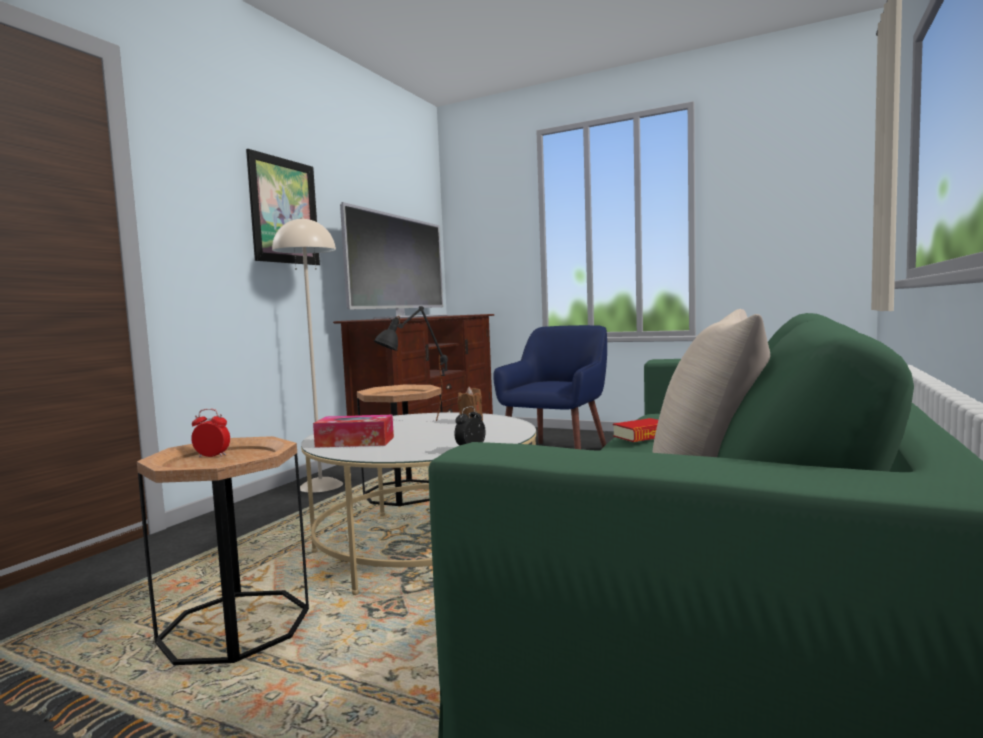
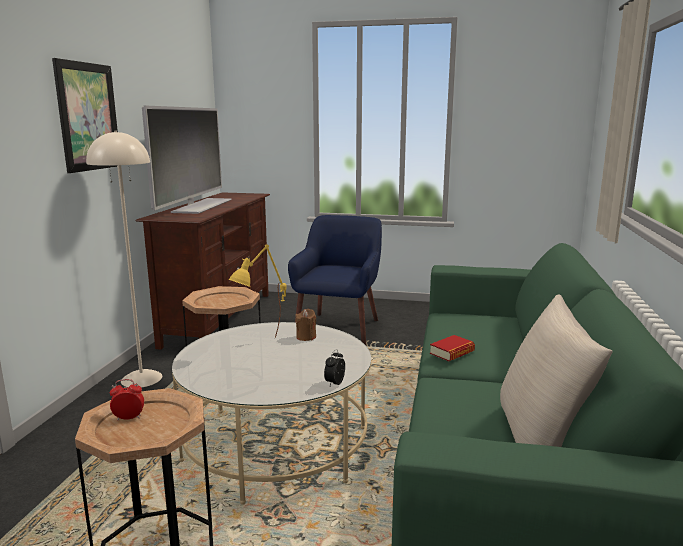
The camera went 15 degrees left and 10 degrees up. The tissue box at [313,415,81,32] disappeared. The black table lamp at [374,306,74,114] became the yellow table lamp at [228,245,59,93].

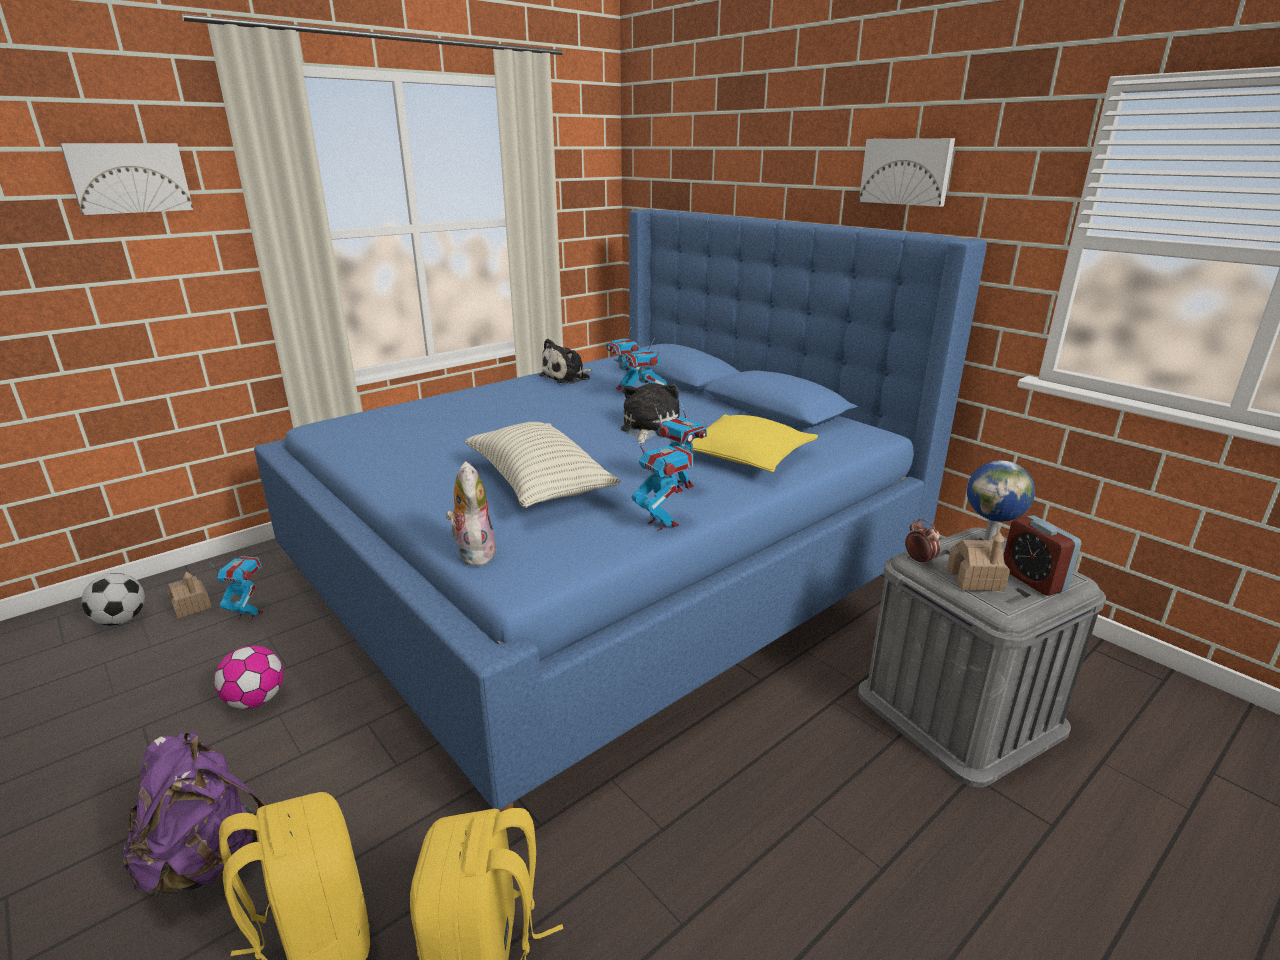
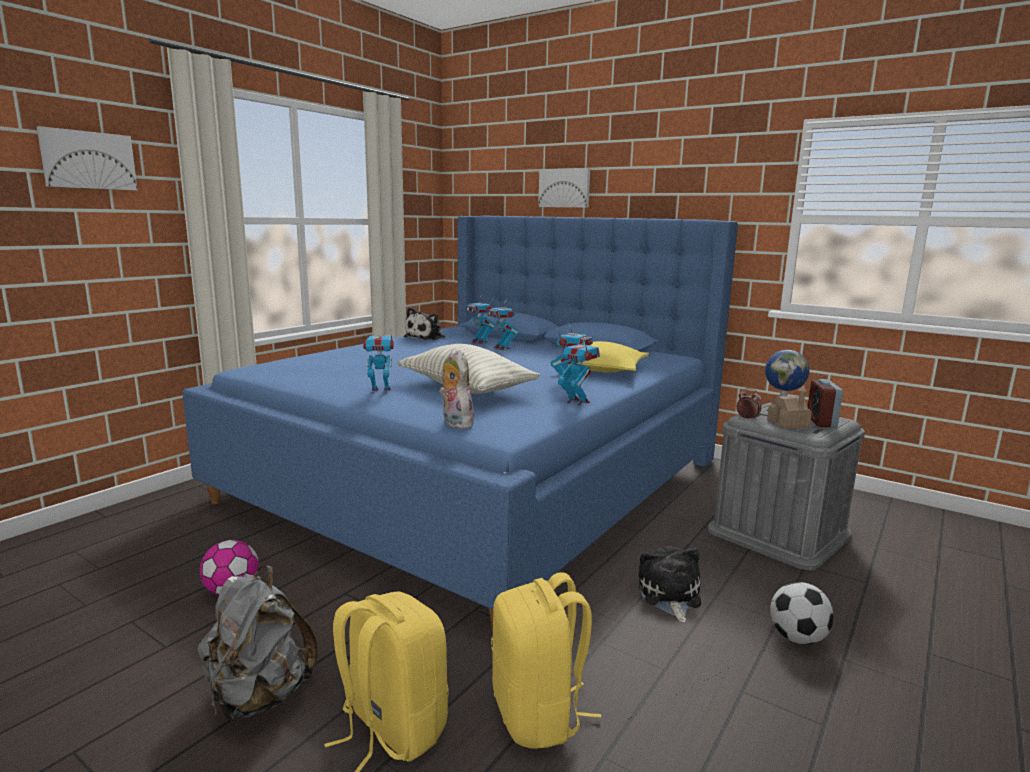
The camera went 15 degrees left and 10 degrees down. The football moved from [82,573,63,52] to [770,582,63,63]. The purple backpack at [123,732,142,165] became the grey backpack at [197,566,121,155]. The toy house at [167,572,45,47] disappeared. The toy robot moved from [209,556,54,65] to [363,331,31,63]. The plush toy moved from [621,383,59,61] to [638,546,63,77]. The picture moved from [859,138,96,69] to [538,168,52,40]. The alarm clock at [1003,515,79,81] turned 45 degrees clockwise.

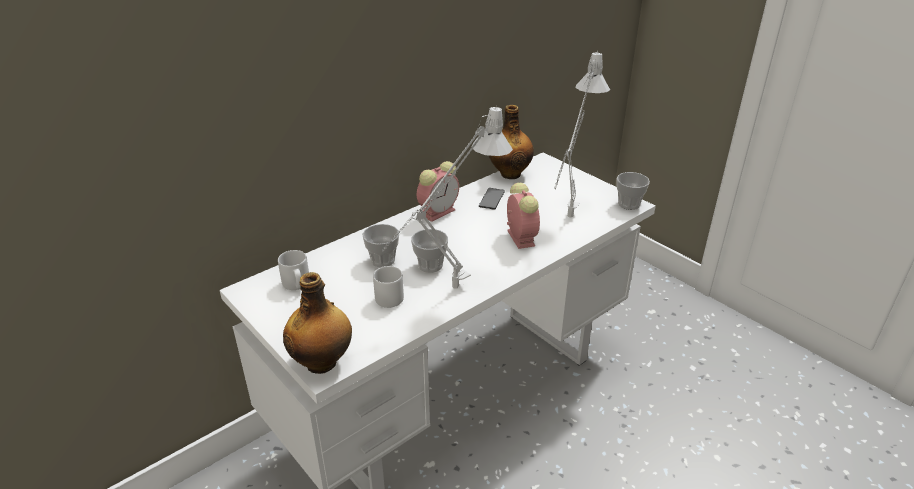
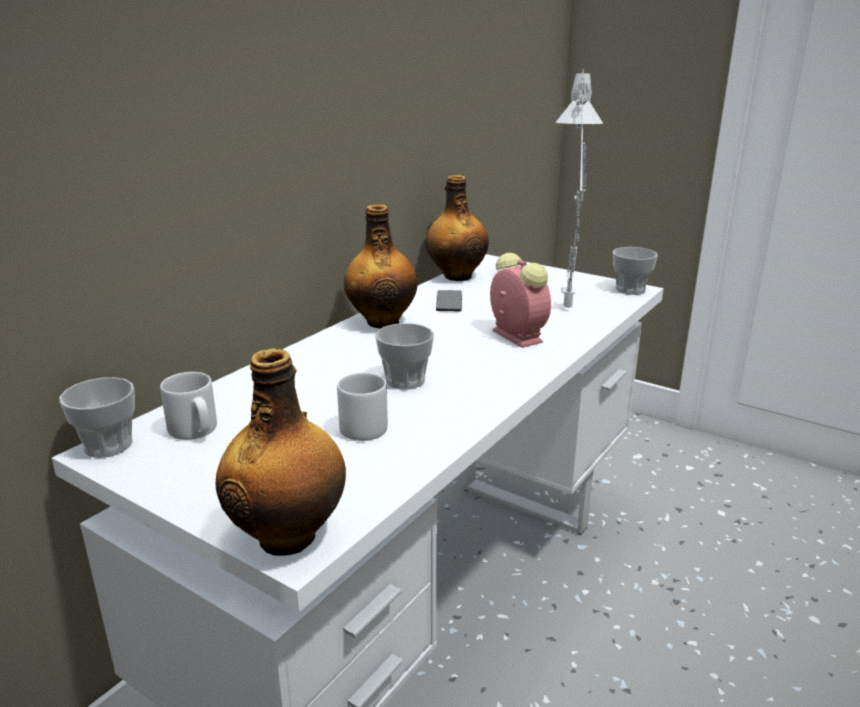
The camera went 15 degrees left and 10 degrees down. The cup moved from [362,224,37,43] to [59,377,76,81]. The grey table lamp at [383,107,130,181] disappeared. The alarm clock at [417,161,42,61] was replaced by the bottle at [344,204,74,124].

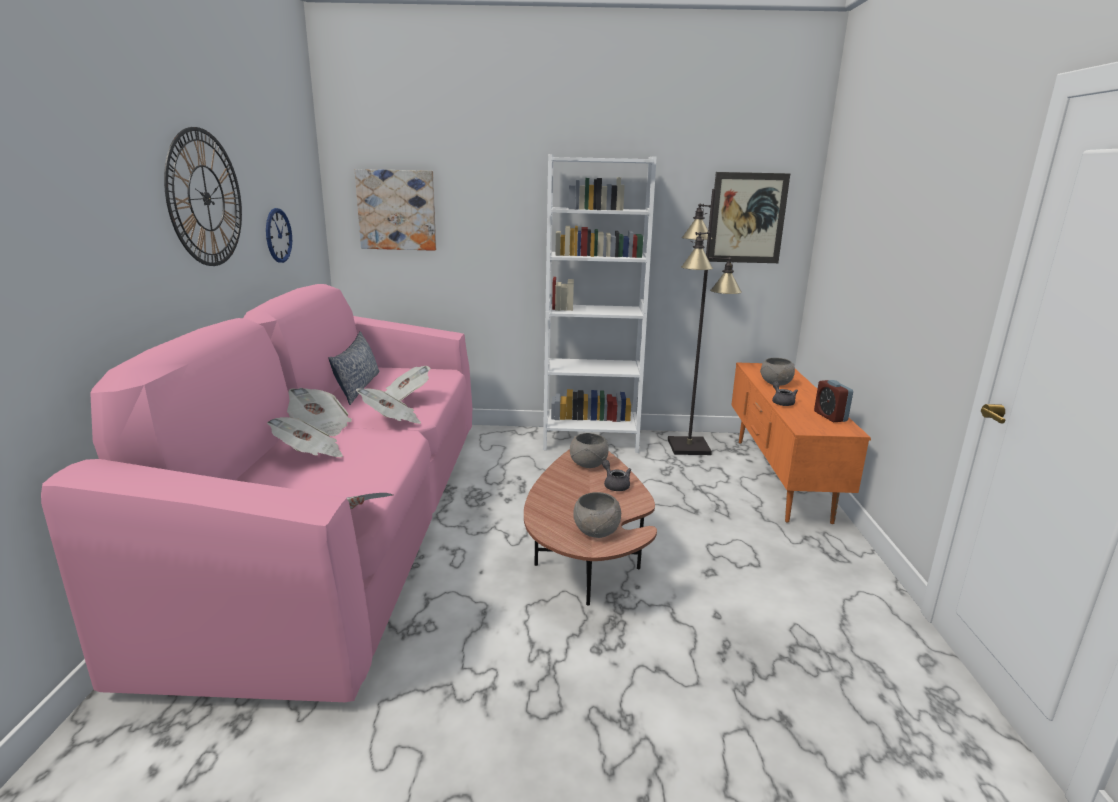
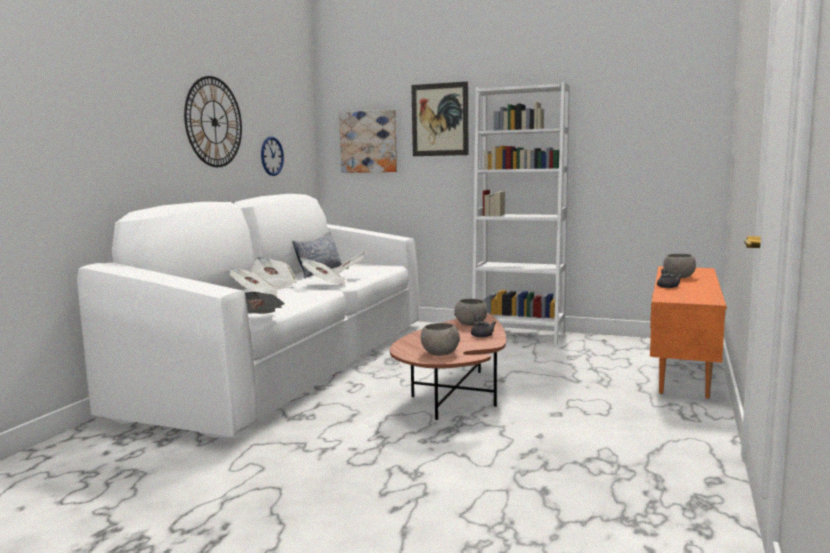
The camera went 20 degrees right and 10 degrees down. The pink sofa at [41,284,431,418] became the white sofa at [77,194,343,244]. The black floor lamp at [668,189,74,266] disappeared. The picture moved from [709,172,81,91] to [411,81,57,75]. The alarm clock at [814,380,39,42] disappeared.

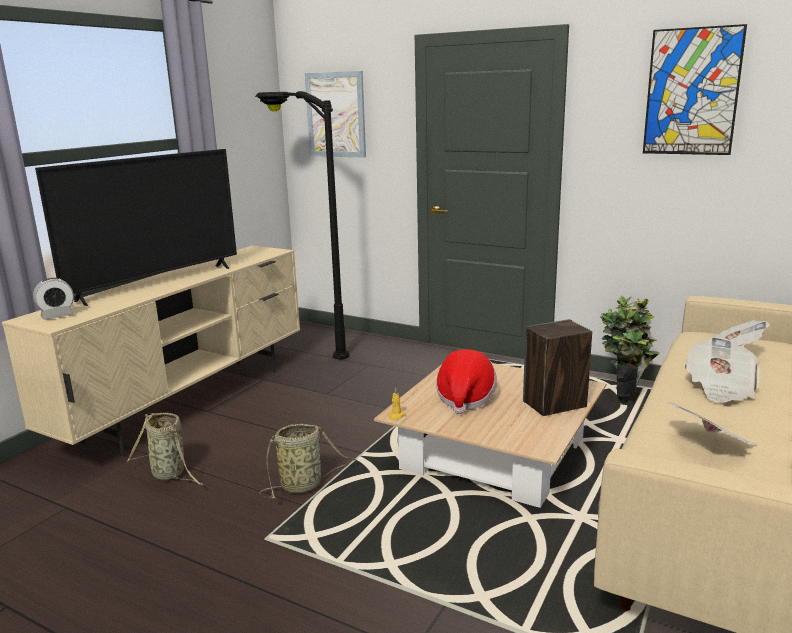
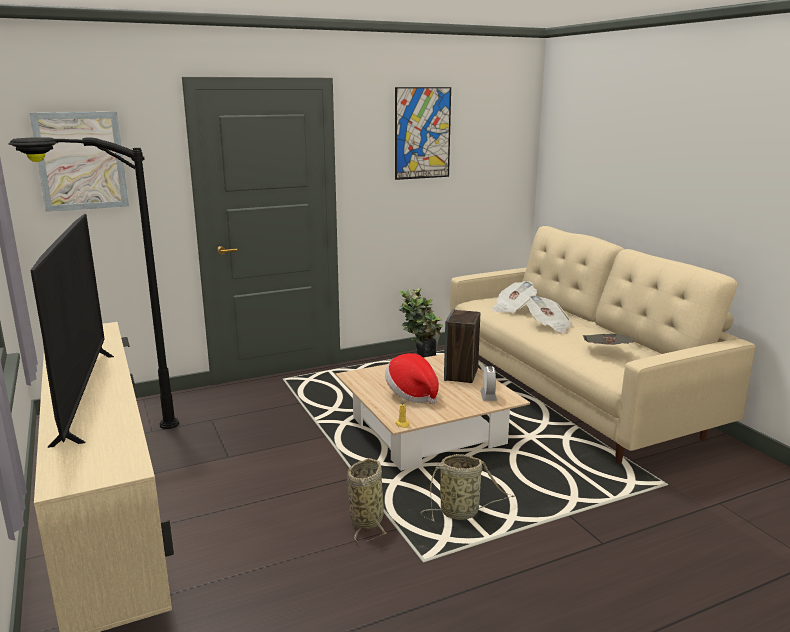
The camera went 55 degrees left and 0 degrees up. The alarm clock moved from [33,278,41,42] to [480,366,17,35]. The basket moved from [127,413,78,72] to [421,454,95,67].

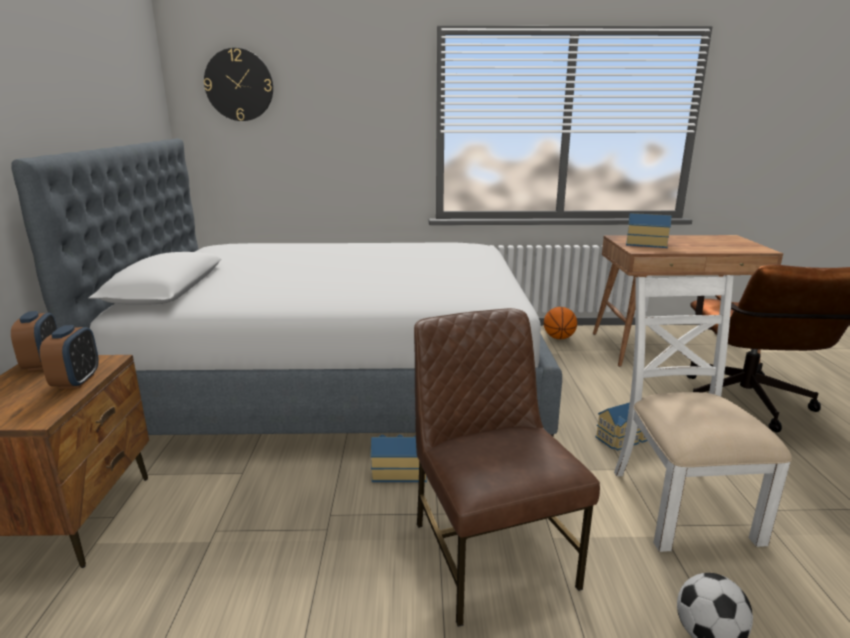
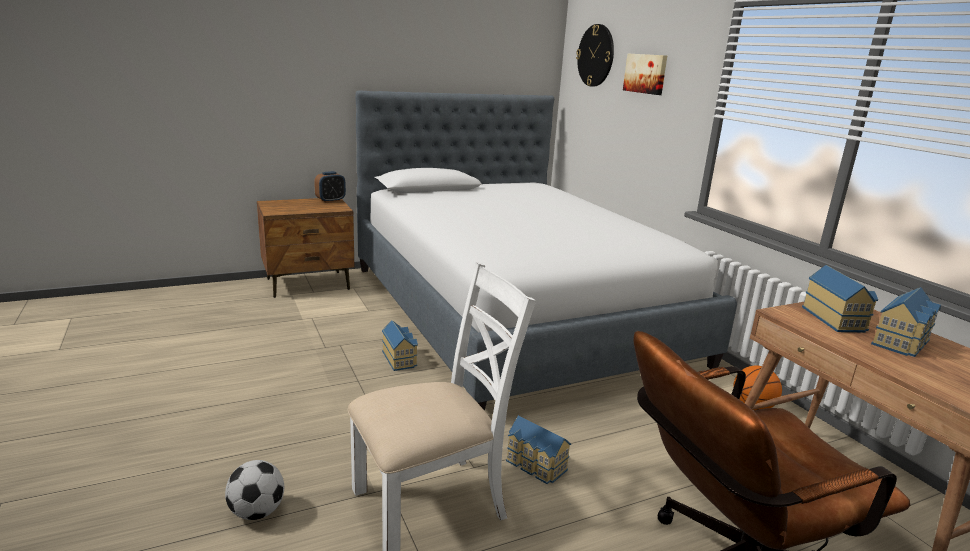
The camera went 65 degrees right and 0 degrees up. The alarm clock at [40,325,59,64] disappeared. The brown chair at [414,308,186,319] disappeared. The picture at [623,53,44,42] appeared. The toy house at [871,287,70,70] appeared.

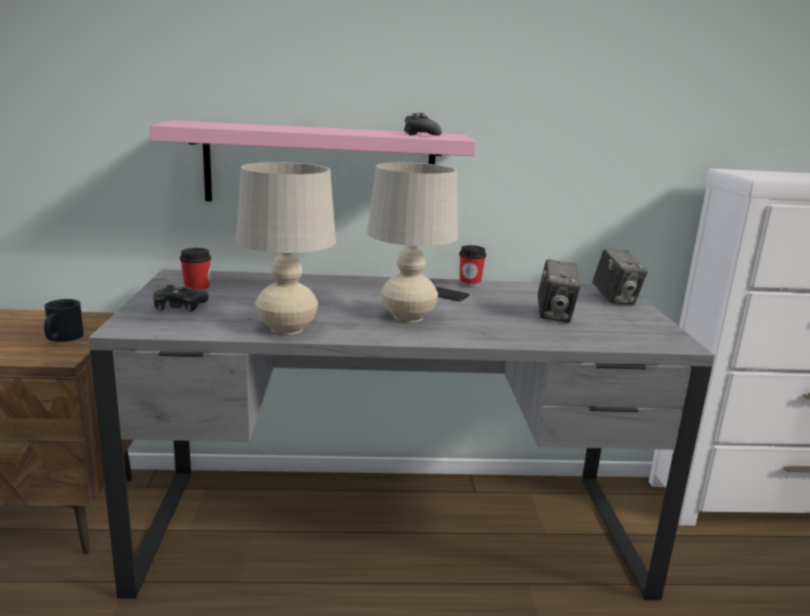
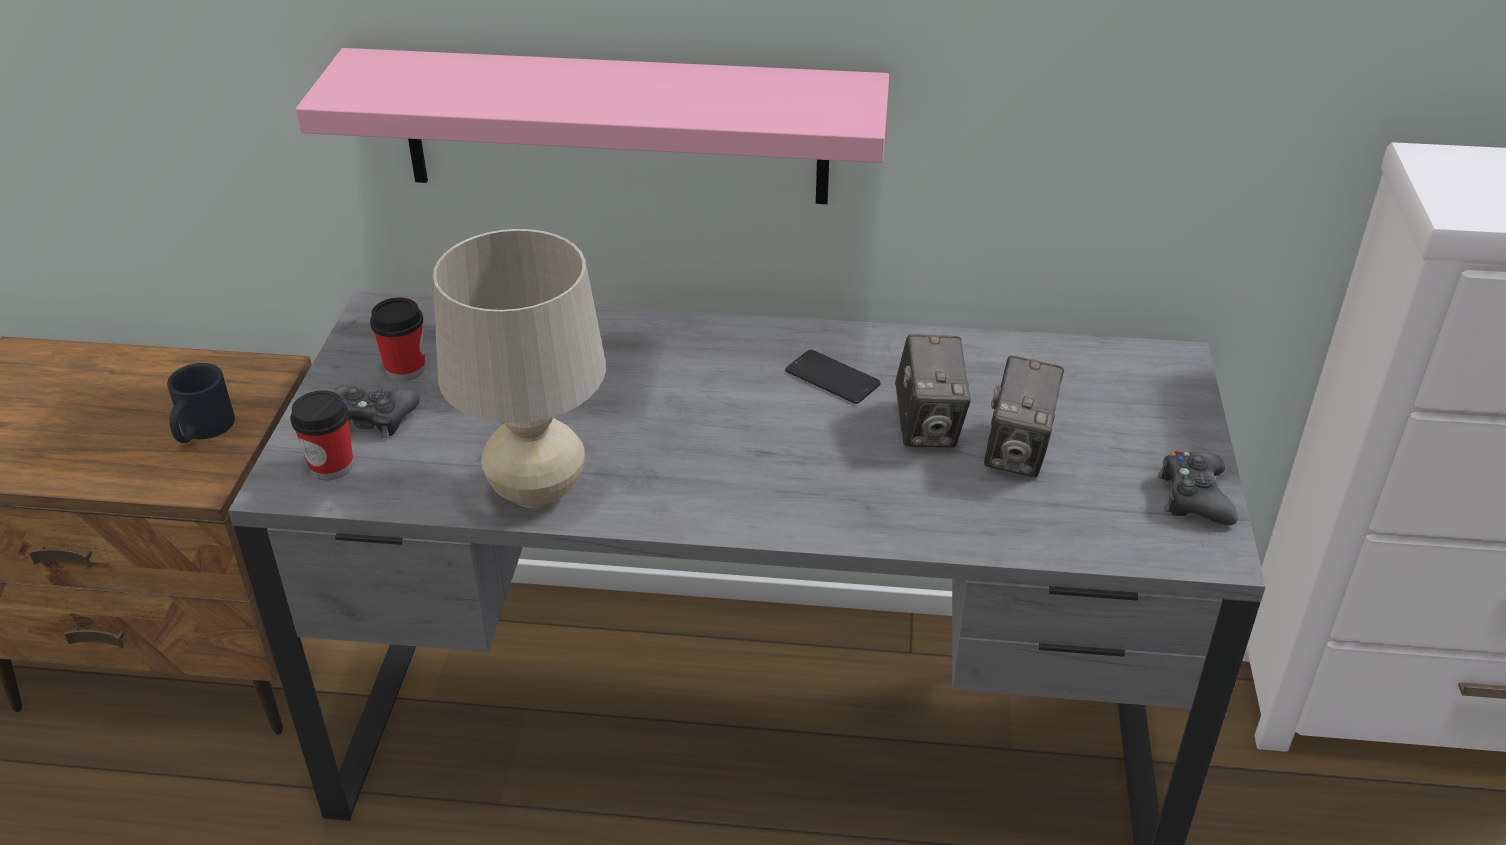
The camera went 10 degrees right and 20 degrees up. The beige table lamp at [367,163,91,159] disappeared. The black game controller moved from [404,113,38,23] to [1158,451,80,74]. The cup moved from [459,245,27,43] to [290,390,63,90]. The photo camera moved from [592,249,56,56] to [895,334,76,114].

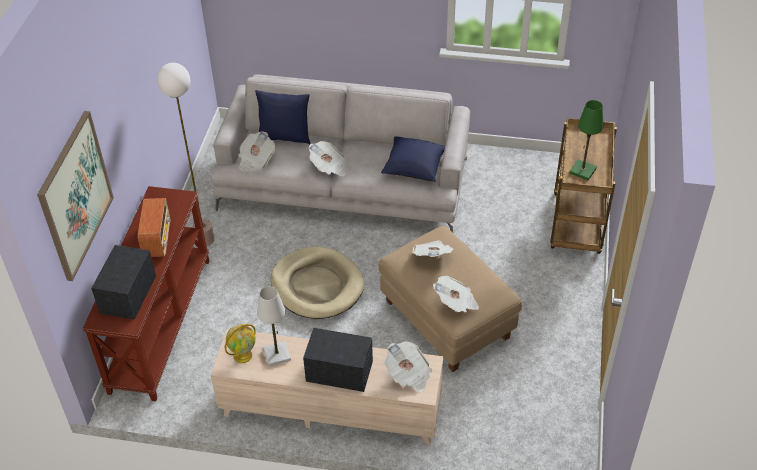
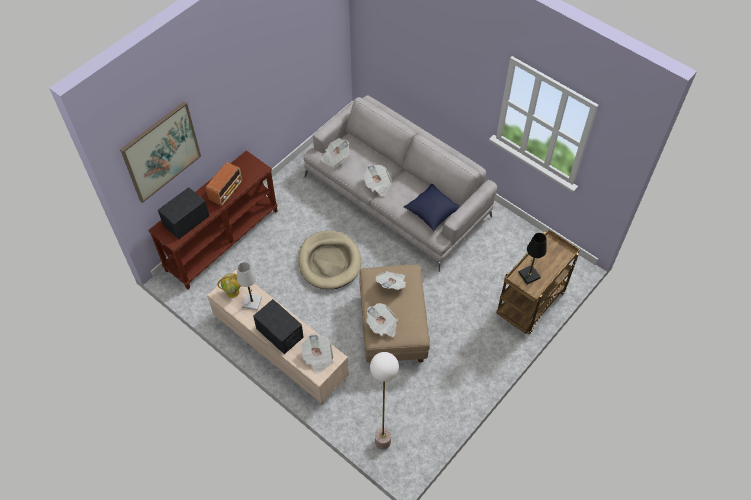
The camera went 30 degrees right and 10 degrees up. The floor lamp moved from [157,63,57,183] to [370,352,29,98]. The blue pillow at [255,90,55,54] disappeared. The green table lamp at [569,100,34,80] became the black table lamp at [518,233,29,51].

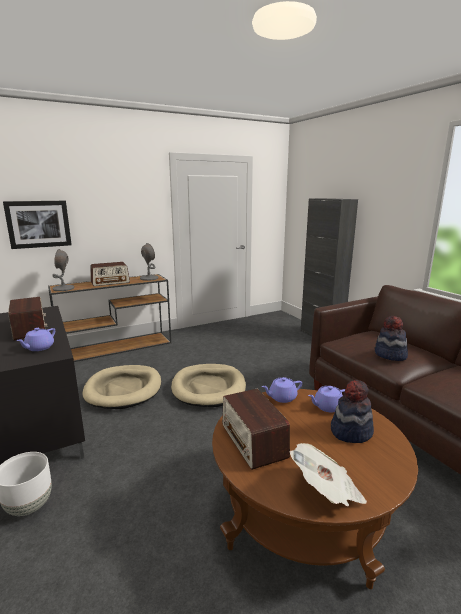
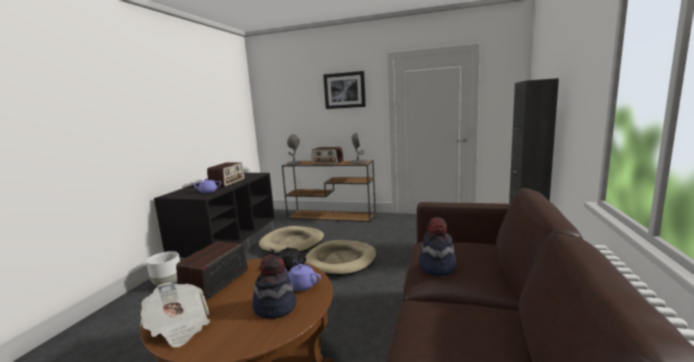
The camera went 45 degrees right and 5 degrees down. The picture moved from [3,201,69,48] to [323,71,43,38]. The purple teapot at [262,377,40,26] became the black teapot at [270,247,36,24].

